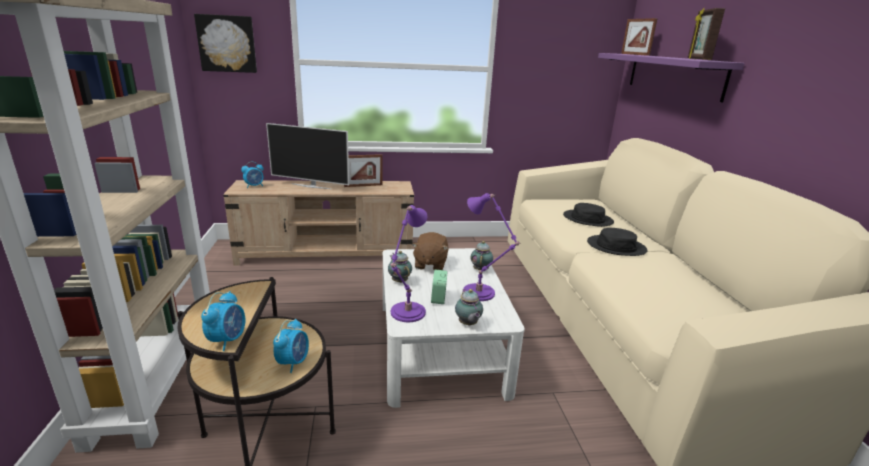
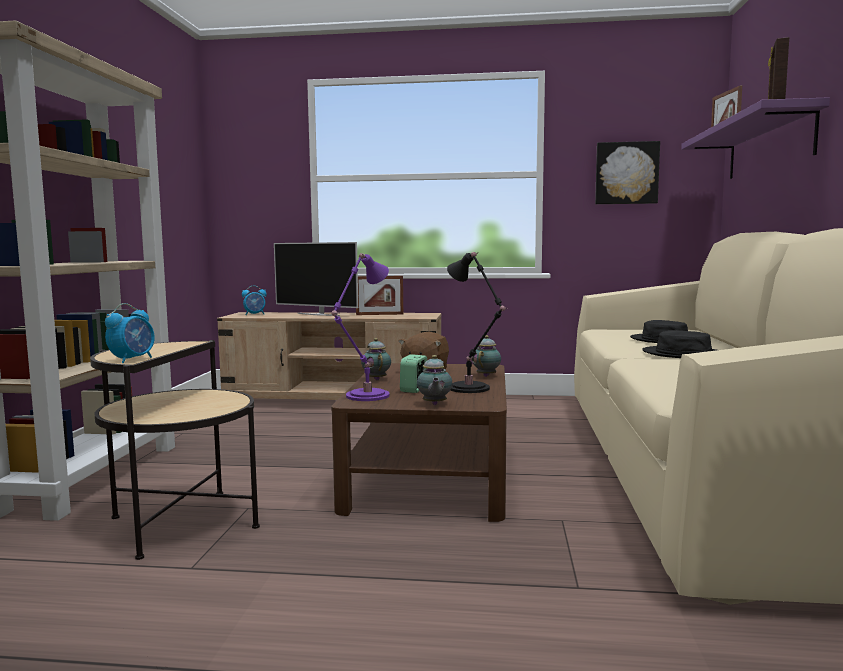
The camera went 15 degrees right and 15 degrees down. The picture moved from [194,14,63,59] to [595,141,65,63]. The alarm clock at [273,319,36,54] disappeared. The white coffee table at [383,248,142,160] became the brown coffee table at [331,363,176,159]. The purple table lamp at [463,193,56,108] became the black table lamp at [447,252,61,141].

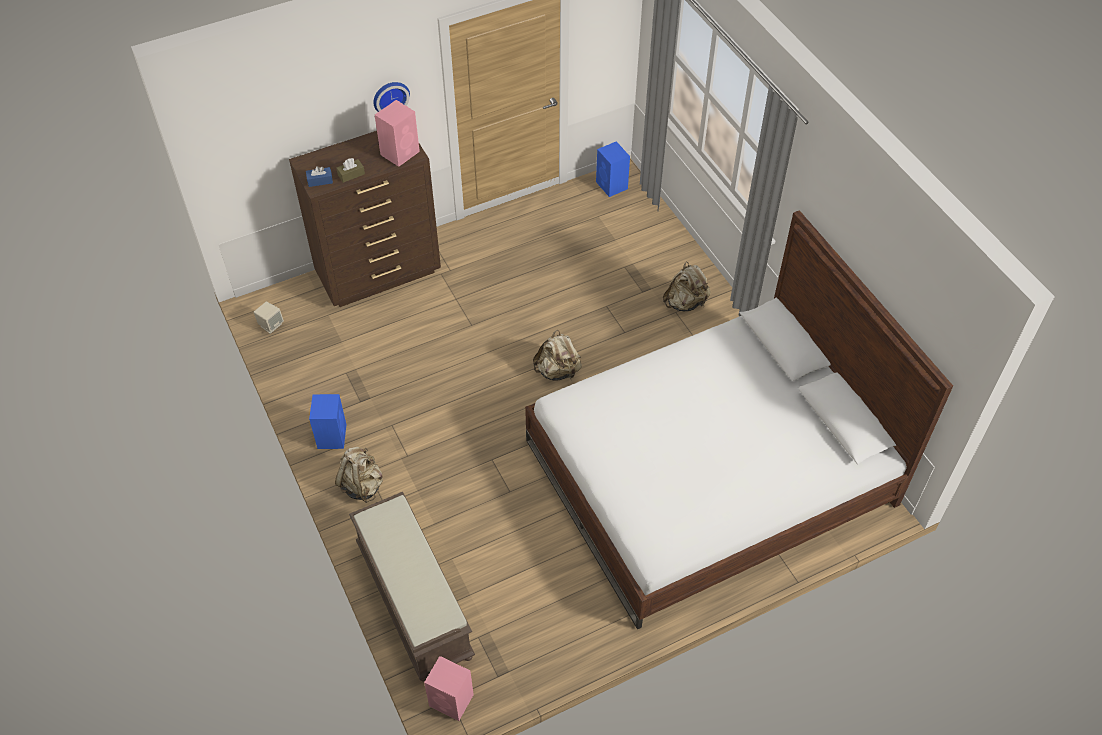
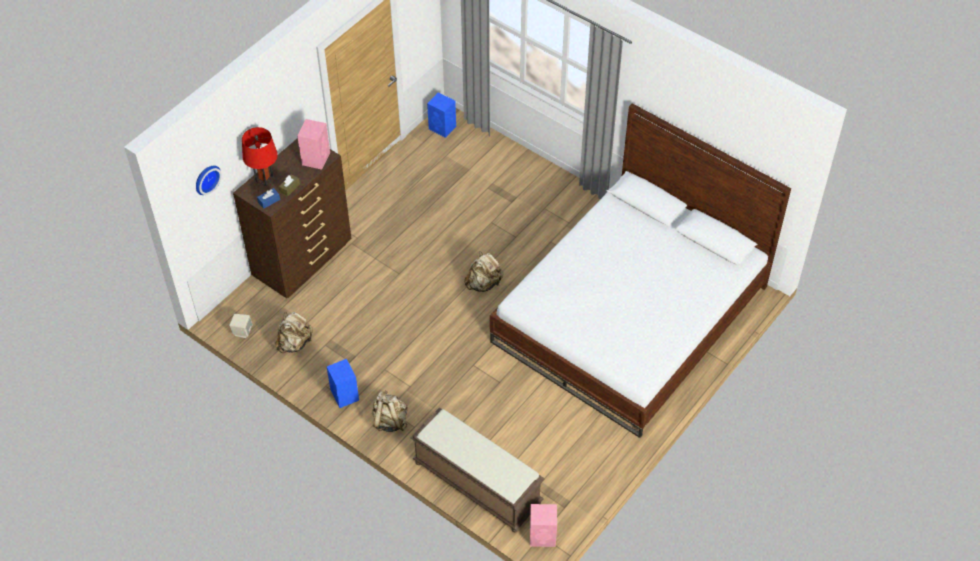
The camera went 25 degrees left and 0 degrees up. The wall clock moved from [373,82,37,30] to [196,165,26,30]. The beige backpack moved from [663,262,47,49] to [275,312,38,41]. The red table lamp at [242,127,36,59] appeared.

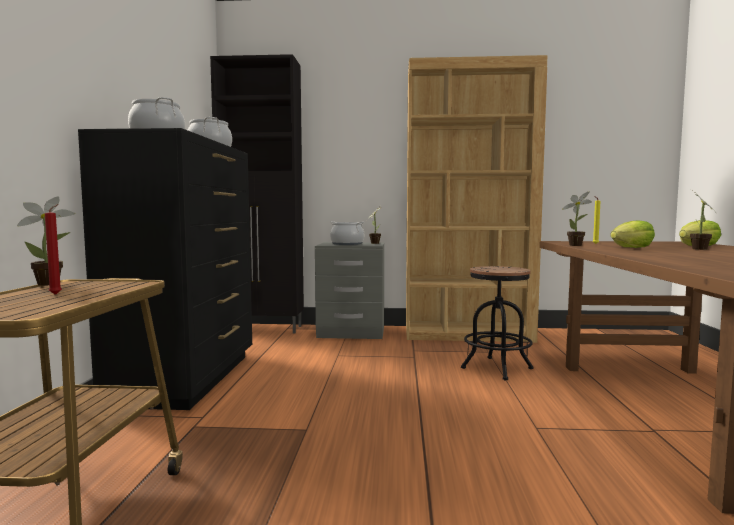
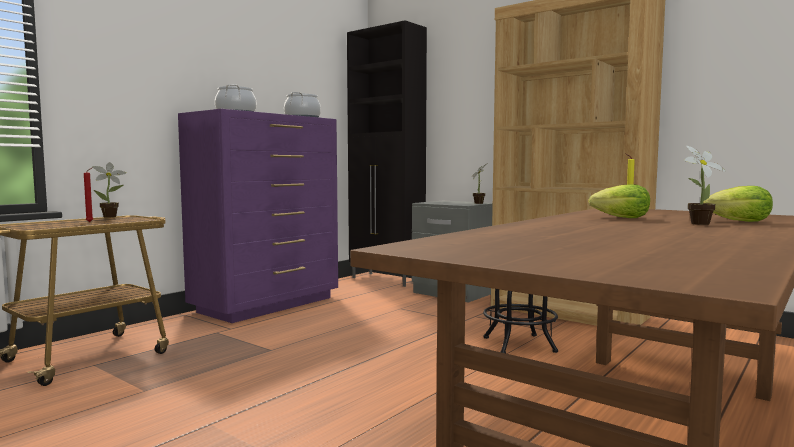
The camera went 35 degrees right and 0 degrees up. The black dresser at [78,128,174,282] became the purple dresser at [178,109,160,214]. The cooking pot at [330,221,35,24] disappeared. The potted plant at [562,191,30,55] disappeared.

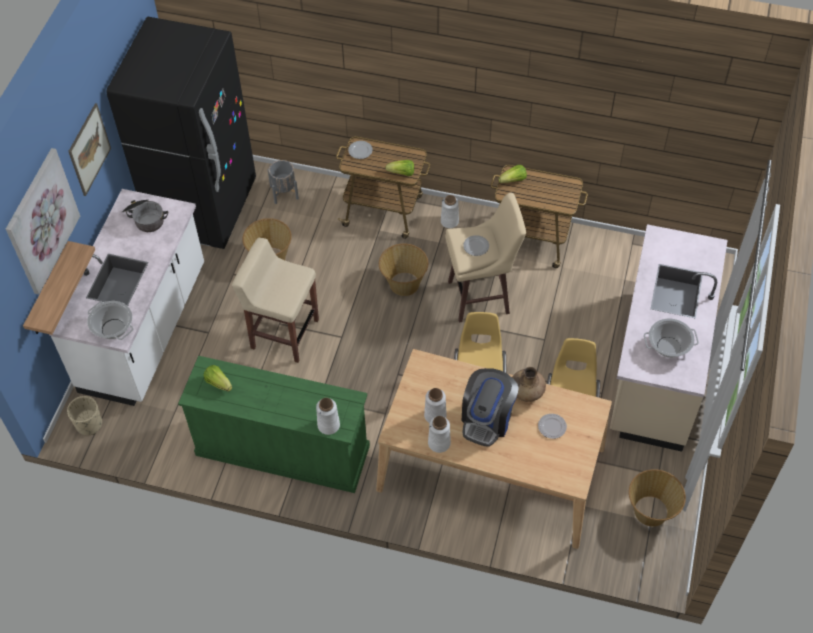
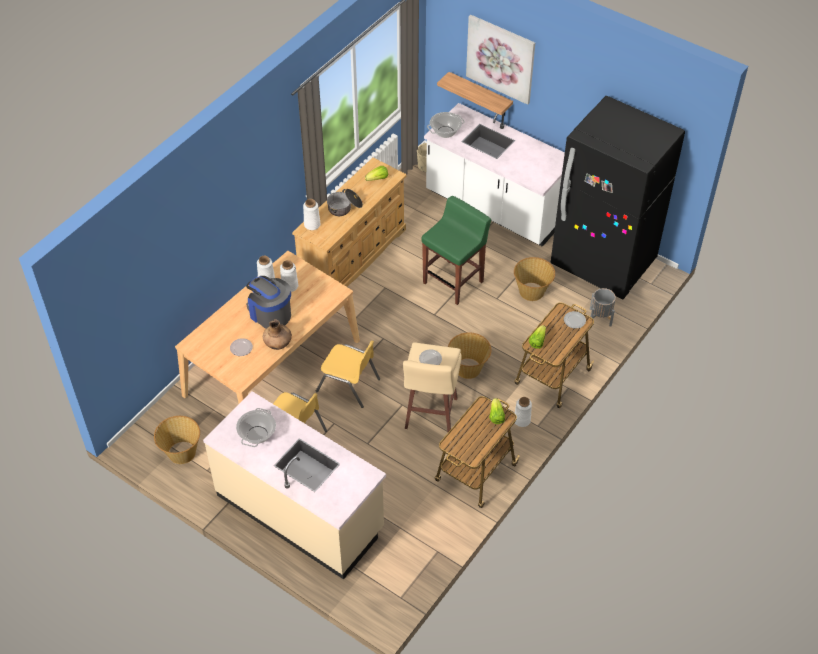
The camera went 110 degrees right and 5 degrees down. The picture at [68,103,43,93] disappeared. The cooking pot moved from [122,200,46,32] to [327,189,36,27]. The green dresser at [178,356,192,137] became the beige dresser at [292,158,115,129]. The beige stool at [232,238,87,125] became the green stool at [422,196,69,109].

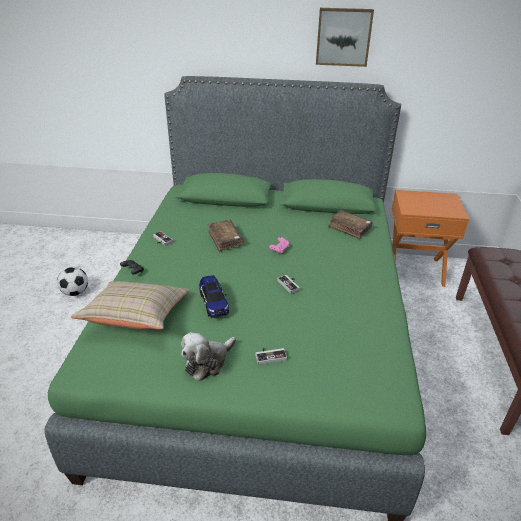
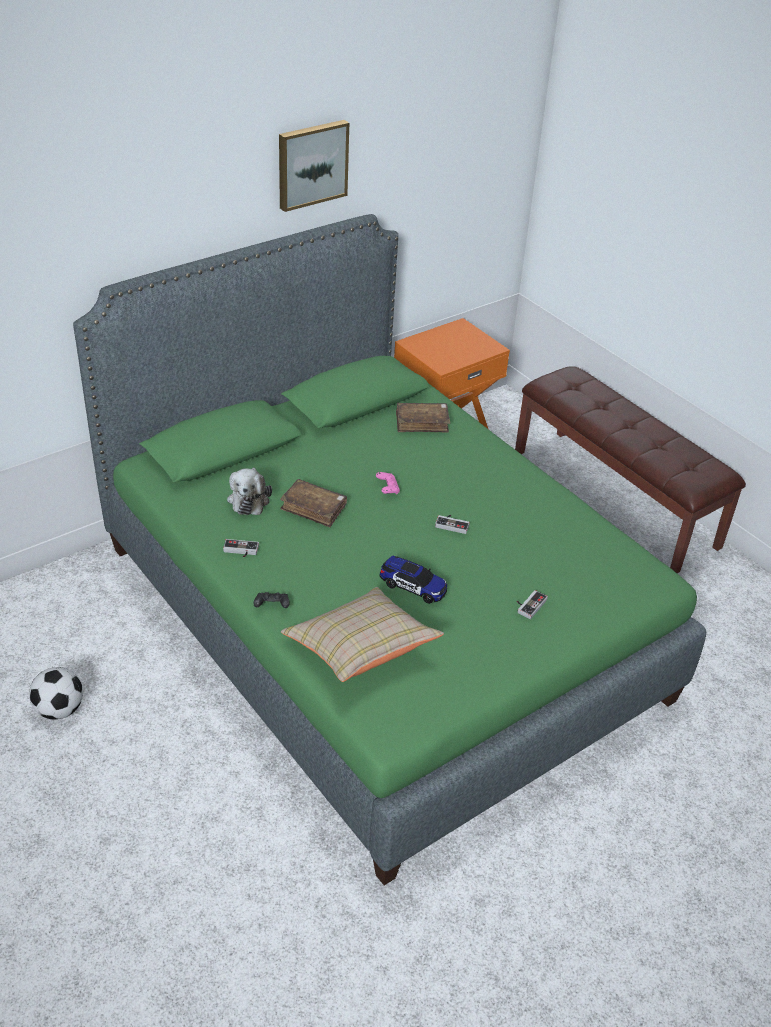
The camera went 45 degrees left and 5 degrees up. The plush toy moved from [181,332,55,49] to [227,468,45,47].

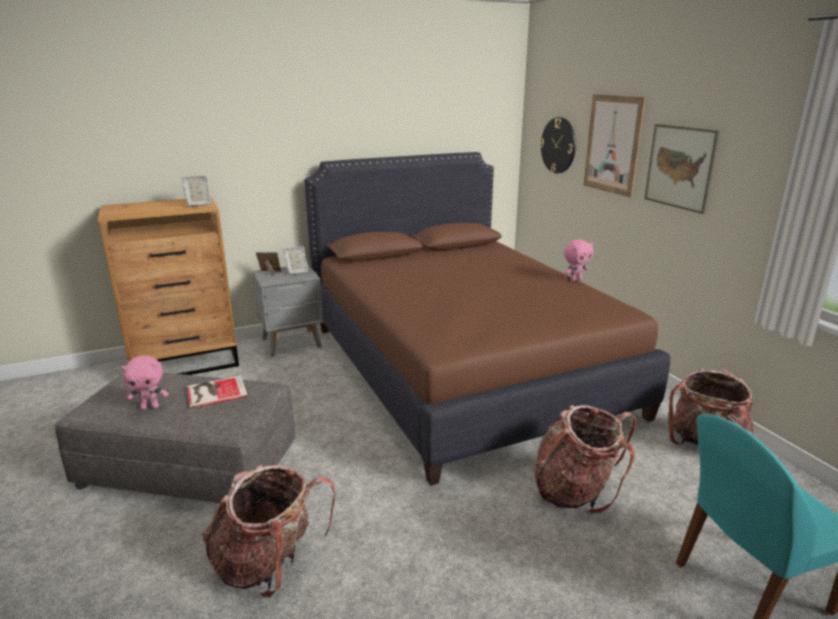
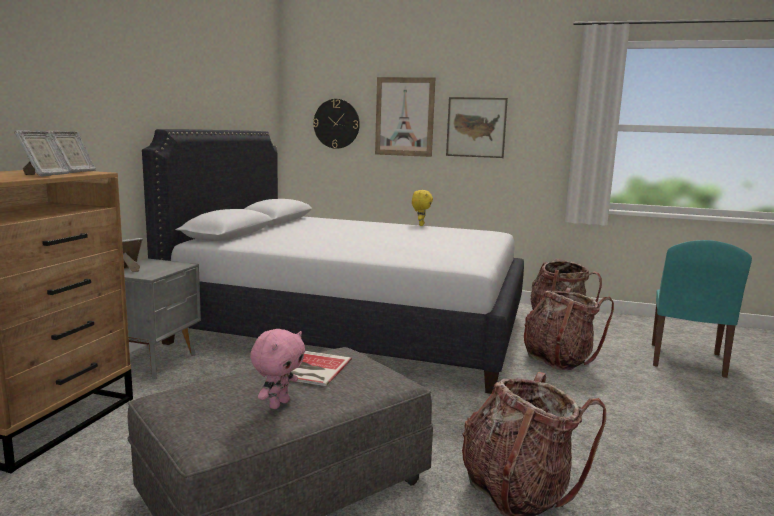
The camera went 50 degrees left and 10 degrees down. The picture frame moved from [283,246,25,29] to [14,130,55,46]. The brown bed at [304,152,366,334] became the white bed at [142,129,382,265]. The pink plush toy at [564,240,29,42] became the yellow plush toy at [412,190,21,36].

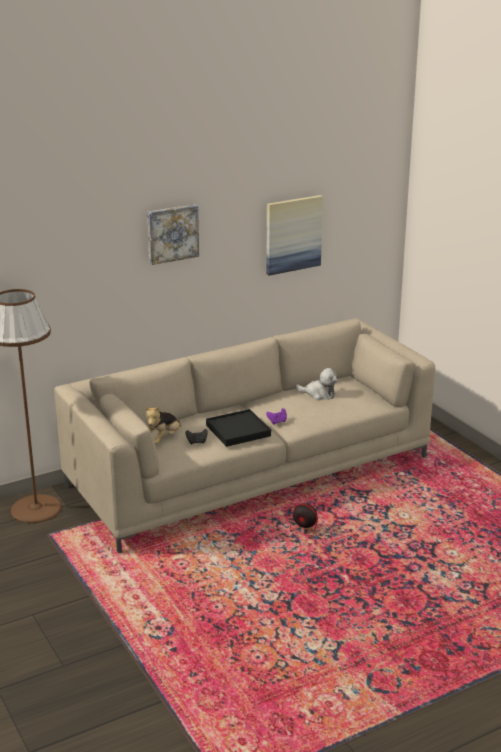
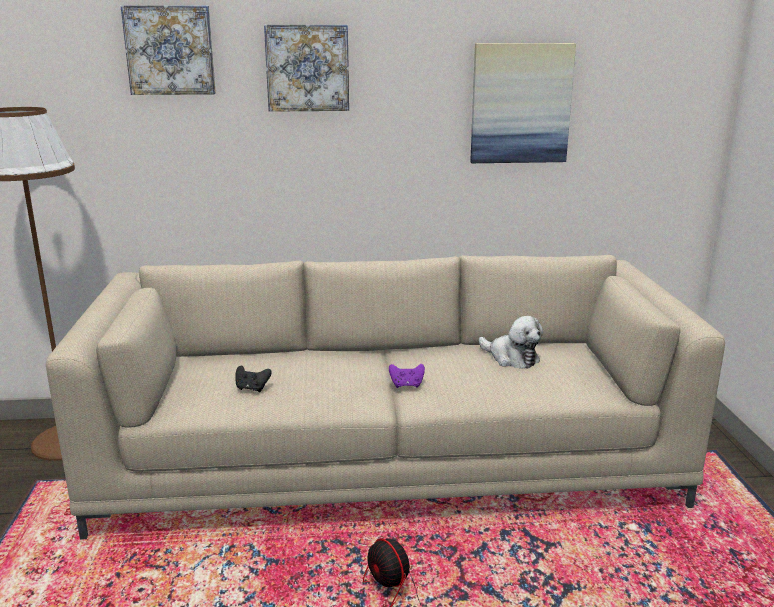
The camera went 25 degrees right and 5 degrees down. The plush toy at [144,406,37,38] disappeared. The black tray at [206,409,65,38] disappeared. The picture at [120,5,96,90] appeared.

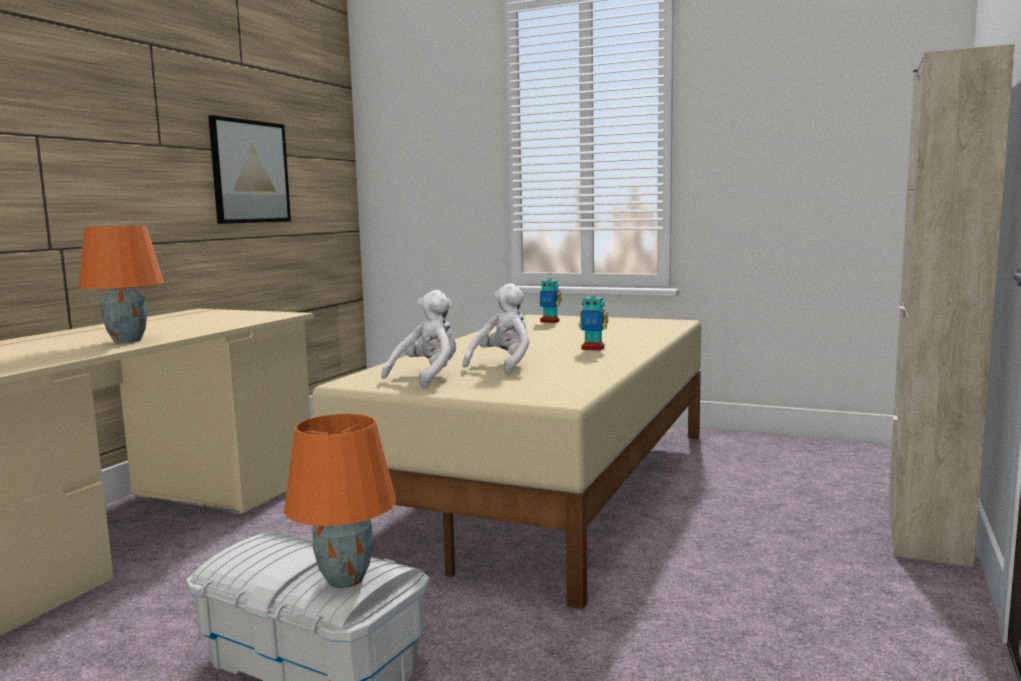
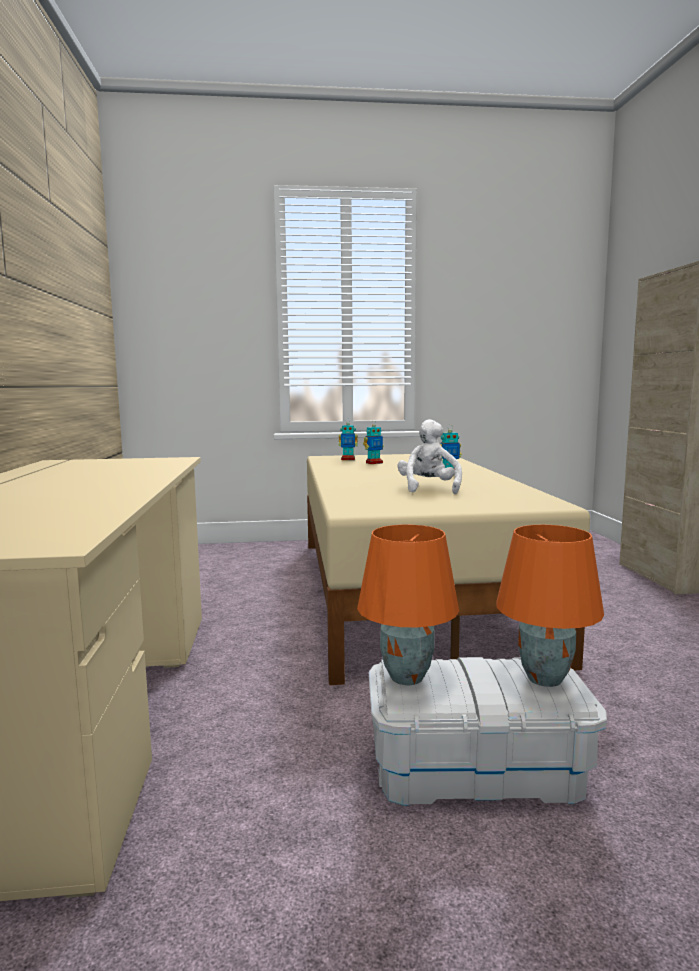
The camera went 30 degrees left and 0 degrees up. The orange table lamp moved from [79,225,85,118] to [357,525,102,160]. The picture at [208,115,83,109] disappeared. The white plush toy at [381,290,75,97] disappeared. The toy robot at [363,421,21,43] appeared.

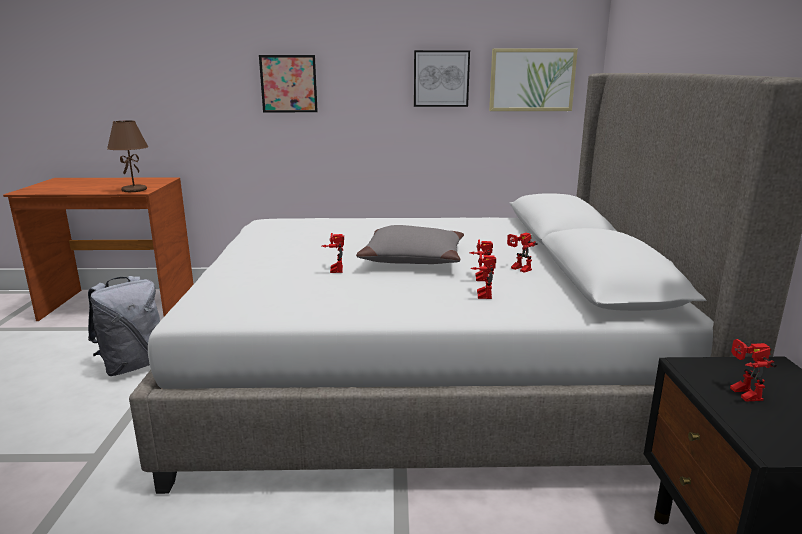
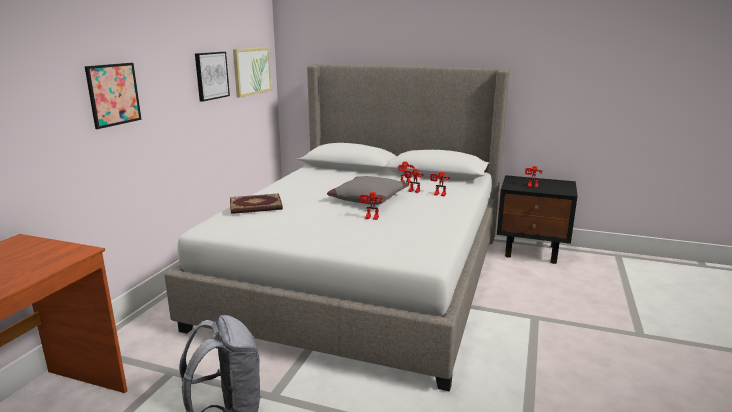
The camera went 70 degrees left and 0 degrees up. The brown table lamp at [107,120,41,72] disappeared. The book at [230,193,53,21] appeared.

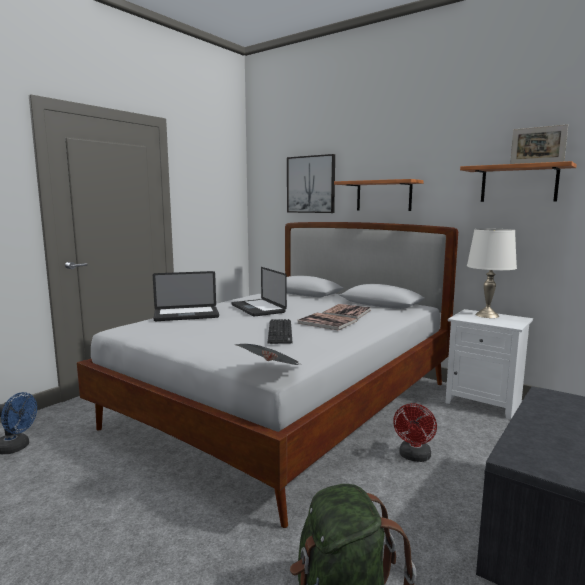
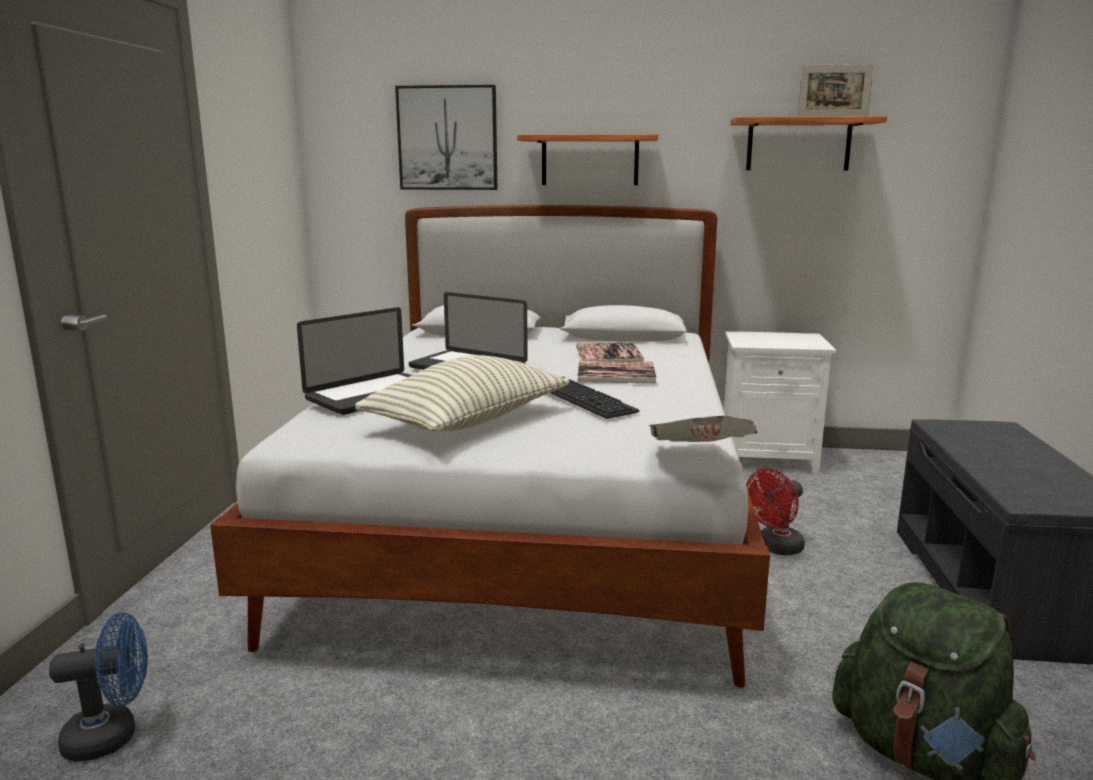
The camera went 30 degrees left and 5 degrees up. The red fan at [393,403,44,59] turned 60 degrees clockwise. The white table lamp at [467,229,50,89] disappeared. The pillow at [355,355,215,77] appeared.

